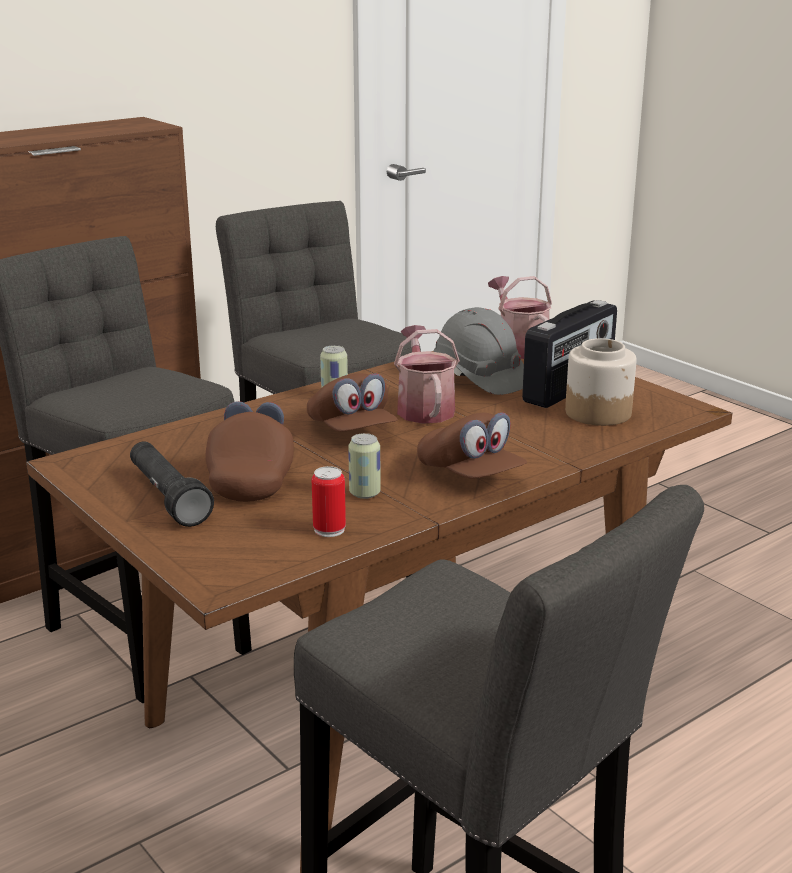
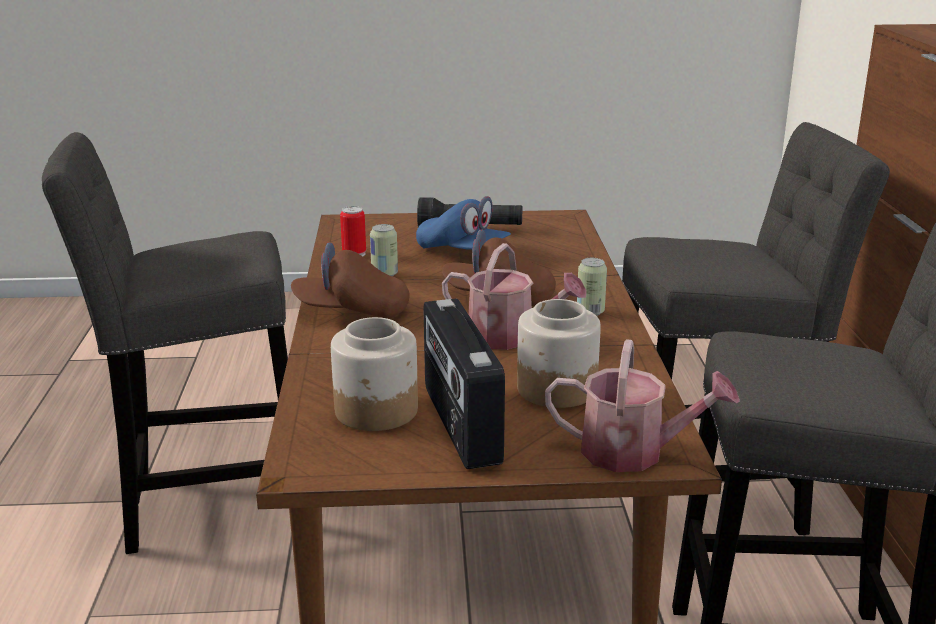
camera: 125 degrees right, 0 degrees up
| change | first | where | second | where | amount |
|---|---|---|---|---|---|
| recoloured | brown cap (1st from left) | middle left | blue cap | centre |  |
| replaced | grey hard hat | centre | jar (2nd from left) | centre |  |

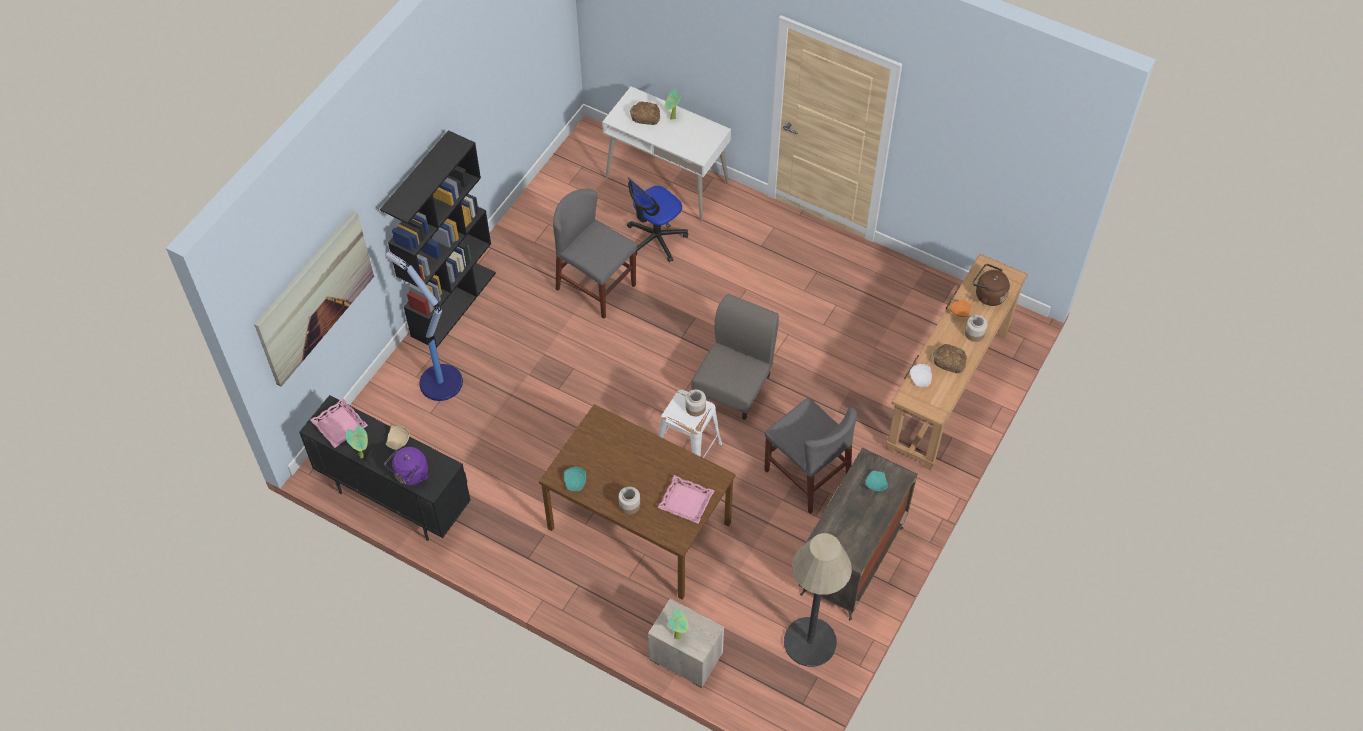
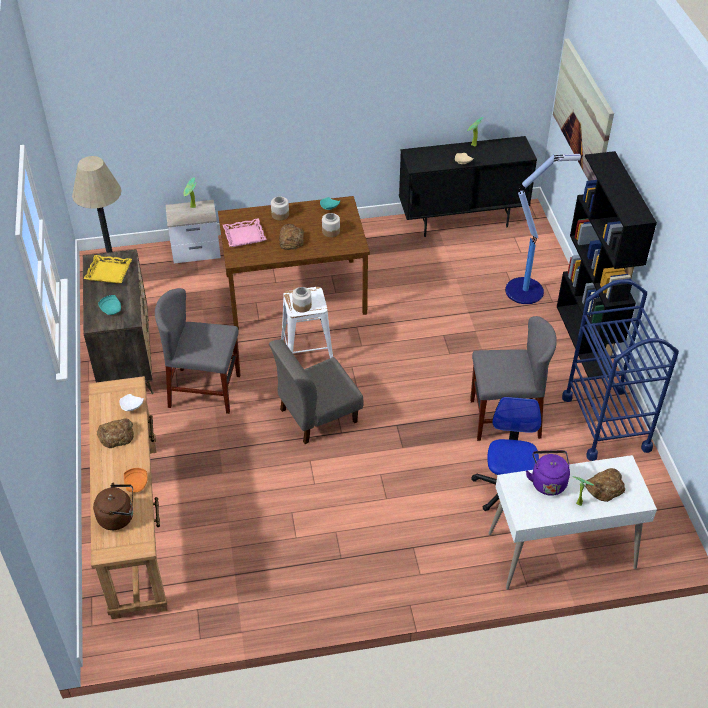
camera: 140 degrees right, 10 degrees down
| change | first | where | second | where | amount |
|---|---|---|---|---|---|
| added |  |  | yellow tray | middle left |  |
| turned | grey chair (2nd from left) | centre |  | centre | 75 degrees clockwise |
| added |  |  | bread (2nd from left) | centre |  |
| moved | jar (3rd from left) | middle right |  | top centre |  |
| moved | purple kettle | middle left |  | bottom right |  |
| added |  |  | blue cart | middle right |  |
| removed | pink tray (1st from left) | middle left |  |  |  |

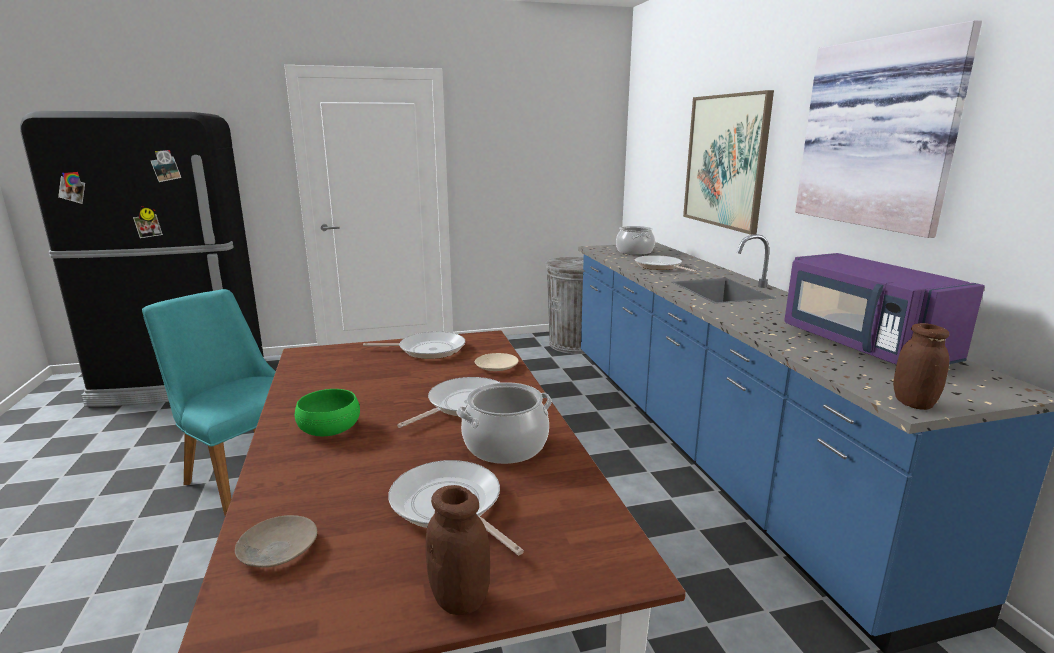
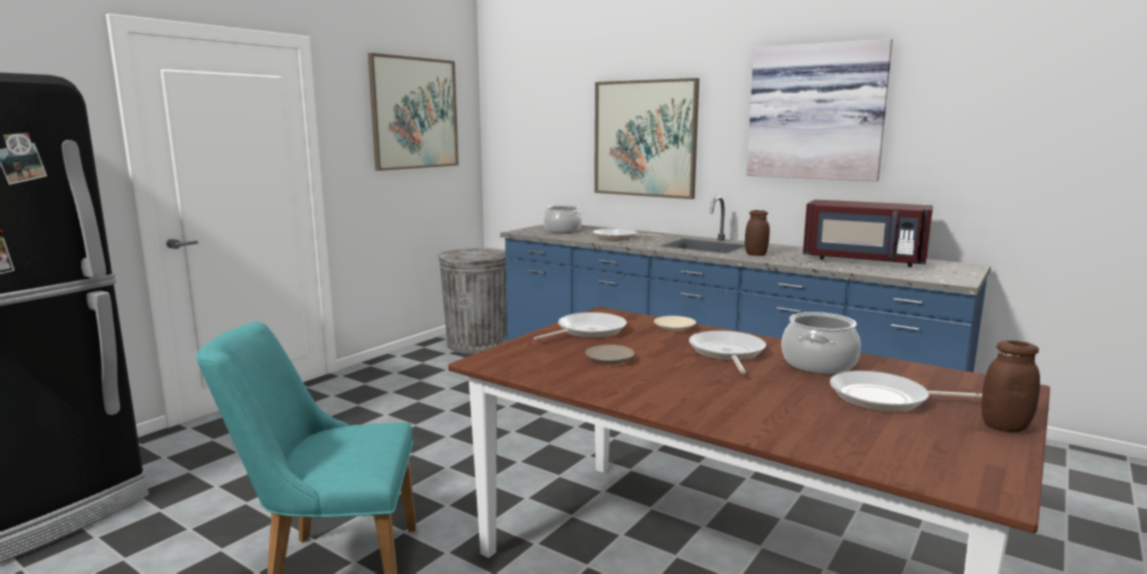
camera: 40 degrees left, 5 degrees down
| change | first | where | second | where | amount |
|---|---|---|---|---|---|
| added |  |  | picture (1st from left) | top centre |  |
| moved | beige plate (1st from left) | bottom left |  | centre |  |
| moved | brown jar (2nd from left in the first image) | middle right | brown jar (1st from left) | centre |  |
| recoloured | purple microwave | middle right | red microwave | middle right |  |
| removed | green bowl | middle left |  |  |  |

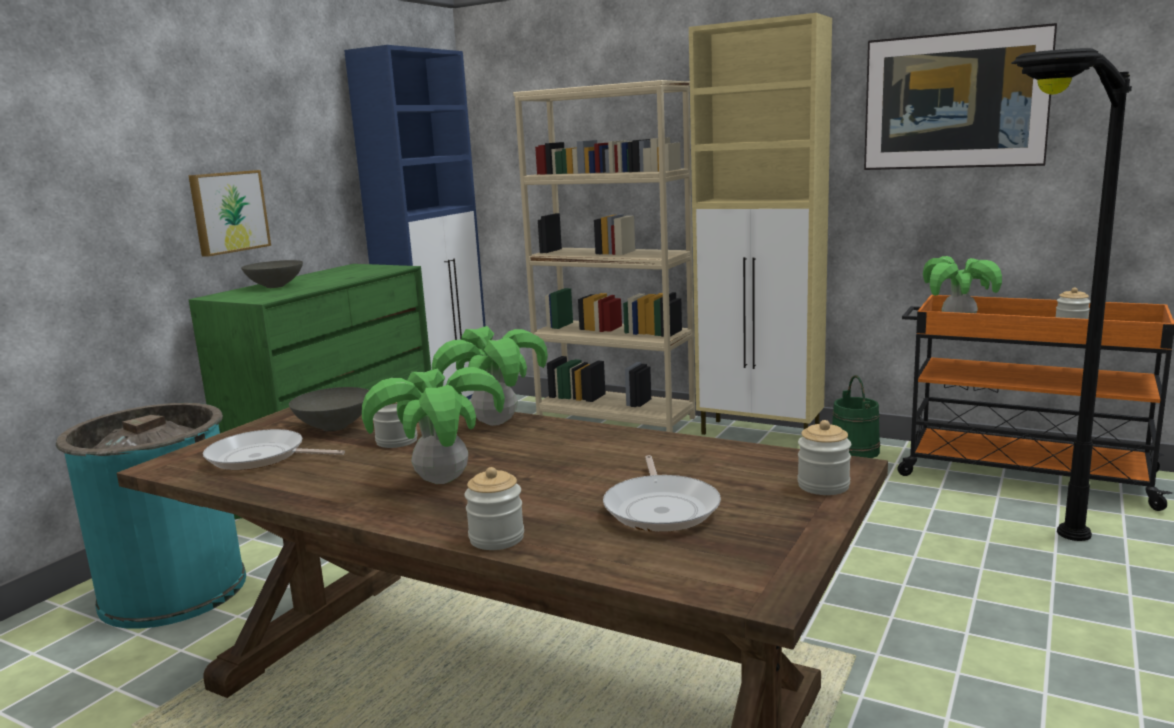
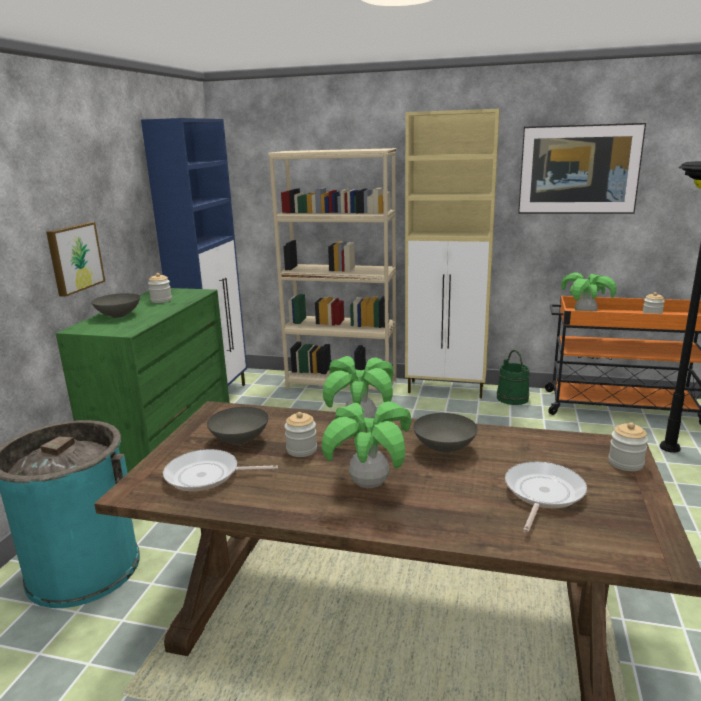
camera: 15 degrees left, 5 degrees up
| change | first | where | second | where | amount |
|---|---|---|---|---|---|
| moved | jar (2nd from left in the first image) | bottom centre | jar (1st from left) | middle left |  |
| added |  |  | grey bowl (3rd from left) | centre |  |
| turned | frying pan (2nd from left) | bottom centre |  | bottom right | 135 degrees counterclockwise |

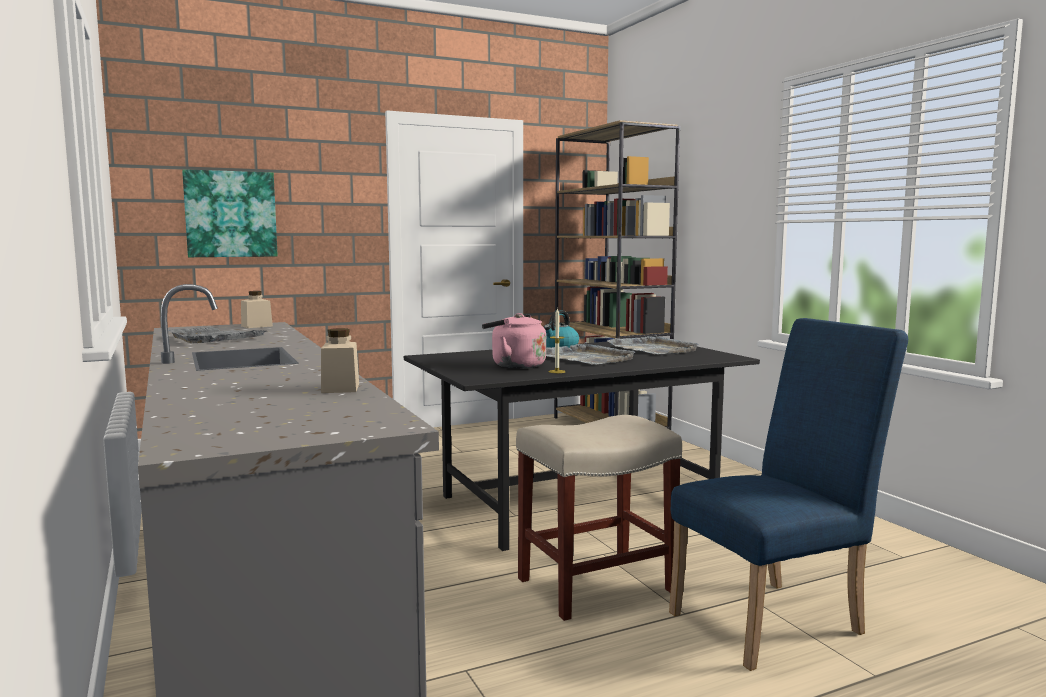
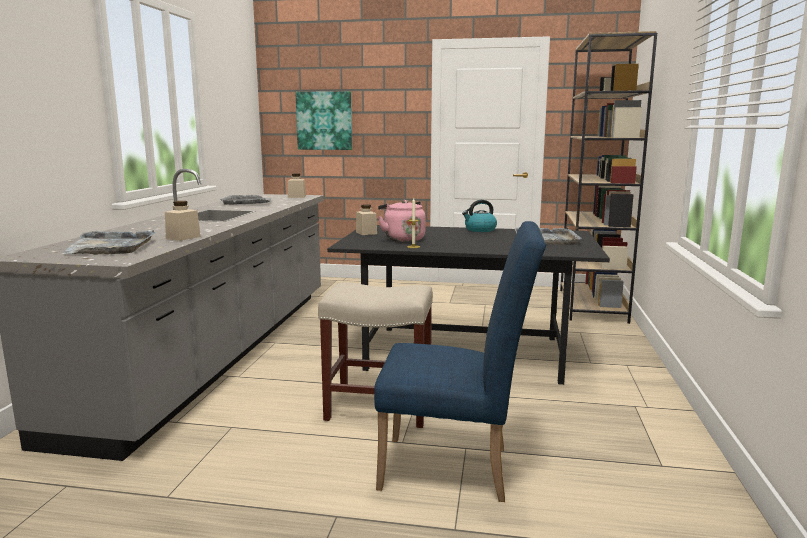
camera: 35 degrees right, 5 degrees up
| change | first | where | second | where | amount |
|---|---|---|---|---|---|
| moved | grey tray (2nd from left in the first image) | centre | grey tray (1st from left) | middle left |  |
| added |  |  | beige jar (3rd from left) | centre |  |

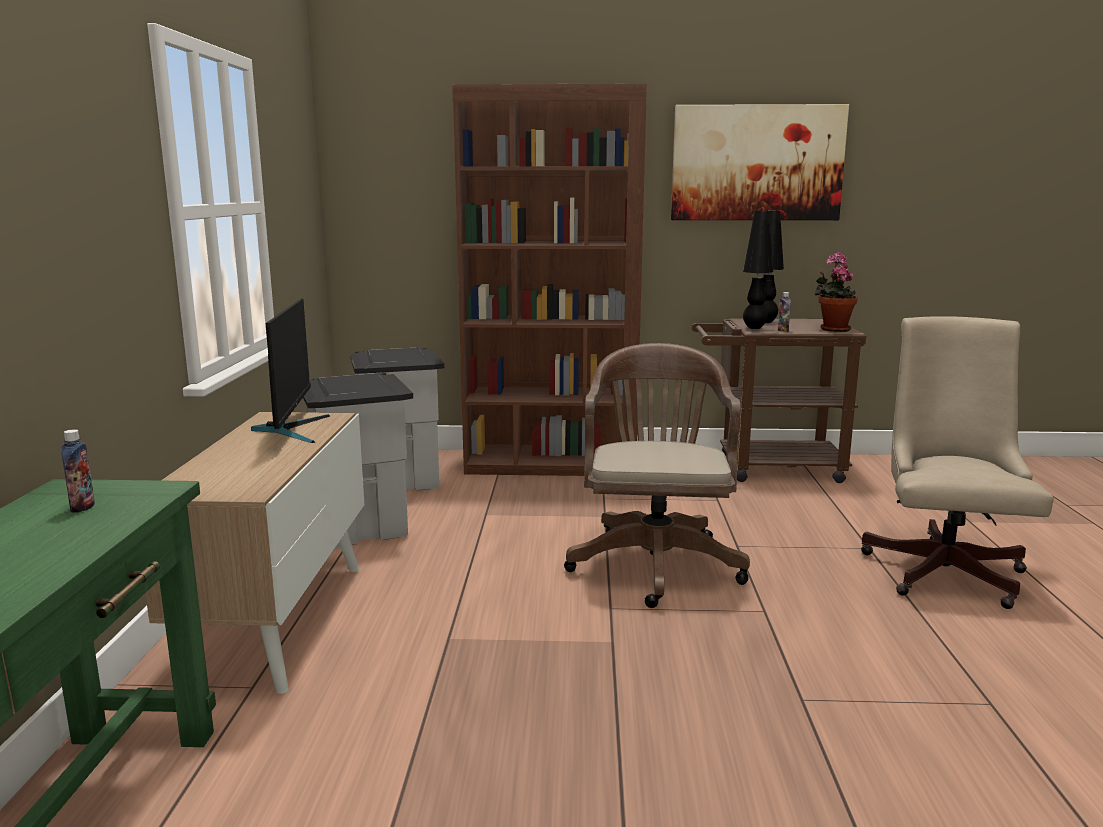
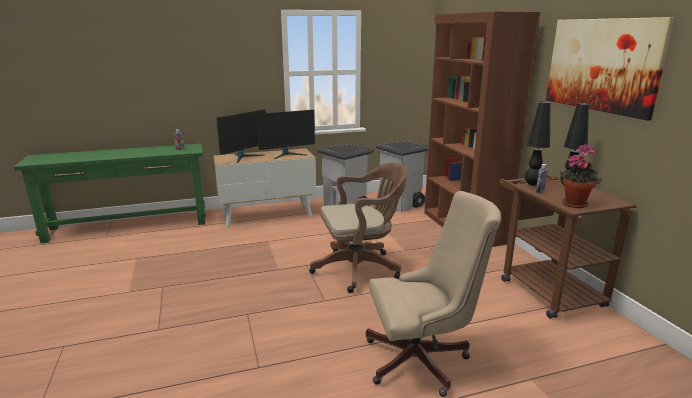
camera: 70 degrees right, 5 degrees up
| change | first | where | second | where | amount |
|---|---|---|---|---|---|
| added |  |  | monitor (1st from left) | centre |  |

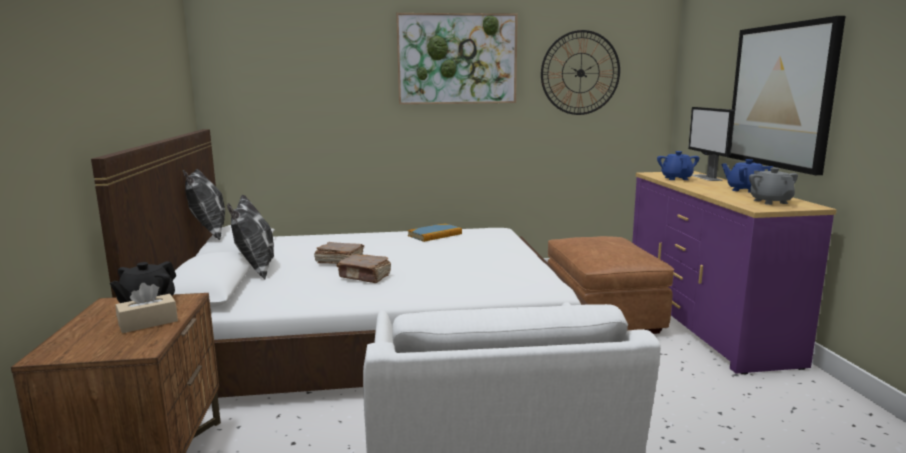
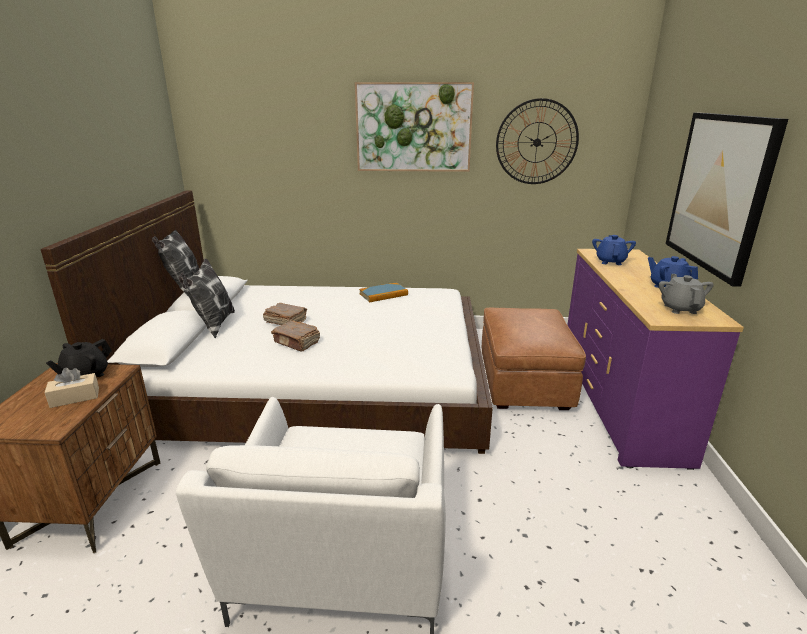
camera: 10 degrees right, 10 degrees up
| change | first | where | second | where | amount |
|---|---|---|---|---|---|
| removed | monitor | top right |  |  |  |

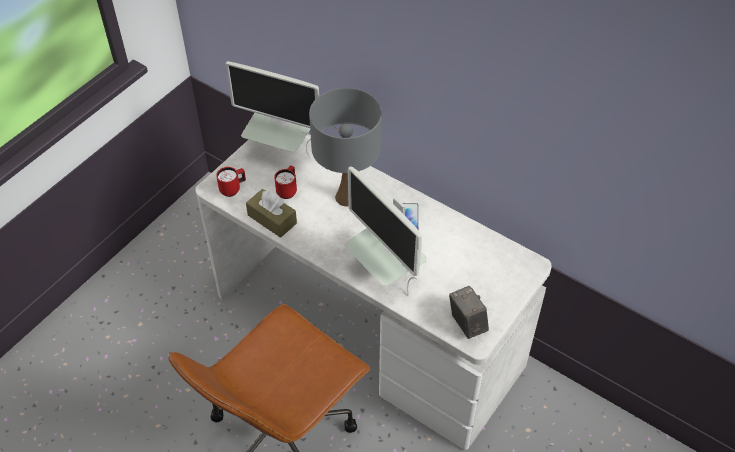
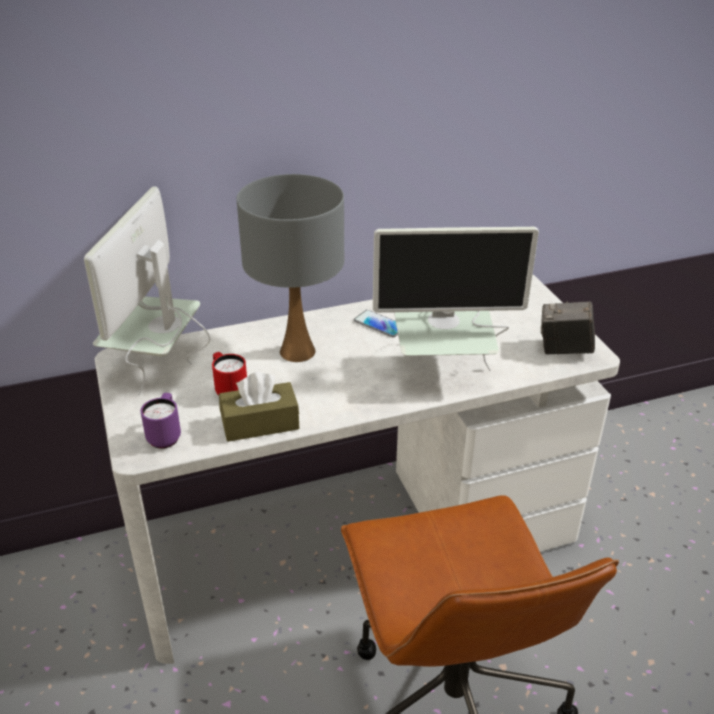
camera: 55 degrees left, 15 degrees down
| change | first | where | second | where | amount |
|---|---|---|---|---|---|
| turned | monitor (1st from left) | top centre |  | middle left | 135 degrees clockwise |
| recoloured | red mug (1st from left) | middle left | purple mug | middle left |  |

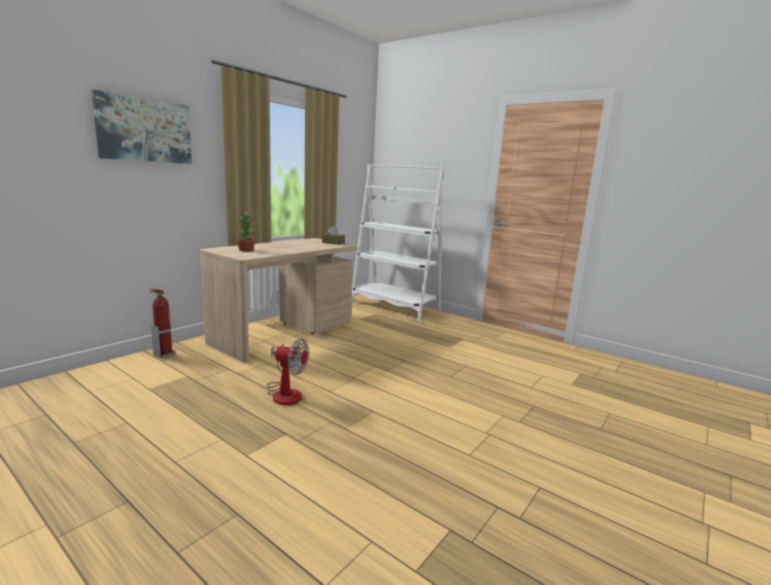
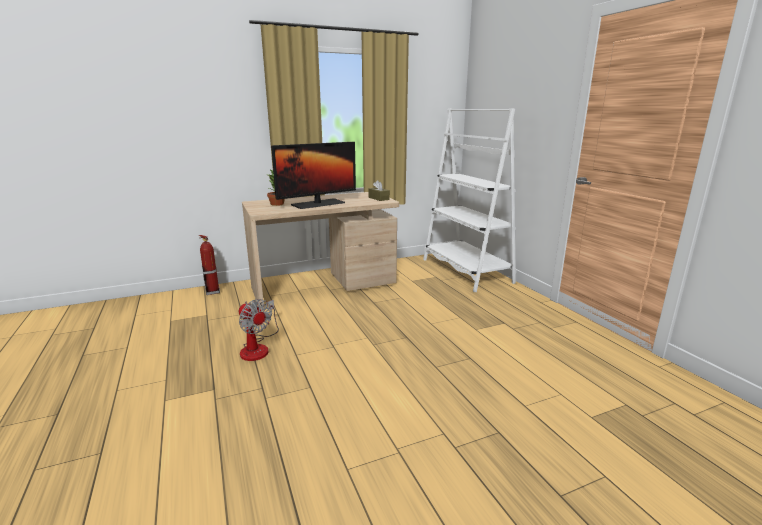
camera: 30 degrees right, 5 degrees up
| change | first | where | second | where | amount |
|---|---|---|---|---|---|
| added |  |  | monitor | centre |  |
| removed | picture | top left |  |  |  |

